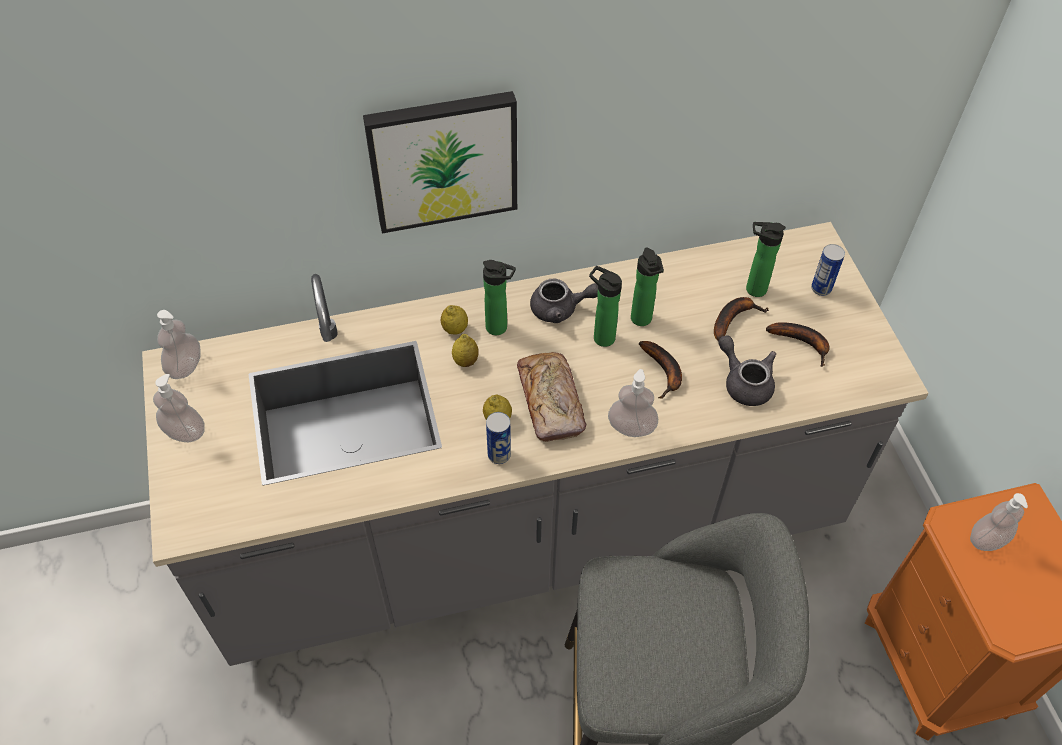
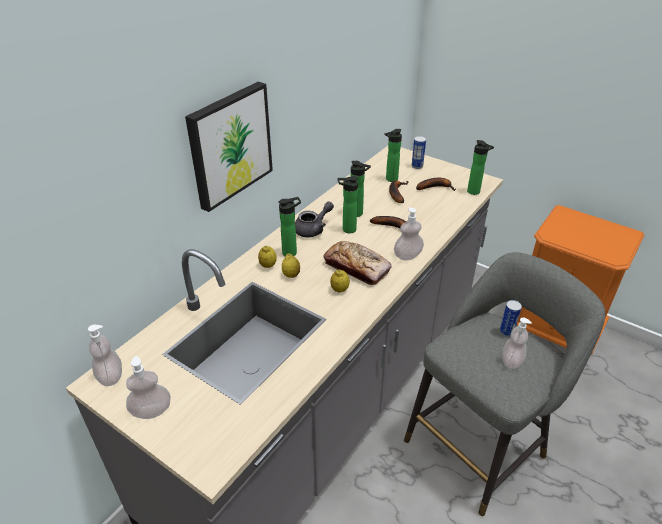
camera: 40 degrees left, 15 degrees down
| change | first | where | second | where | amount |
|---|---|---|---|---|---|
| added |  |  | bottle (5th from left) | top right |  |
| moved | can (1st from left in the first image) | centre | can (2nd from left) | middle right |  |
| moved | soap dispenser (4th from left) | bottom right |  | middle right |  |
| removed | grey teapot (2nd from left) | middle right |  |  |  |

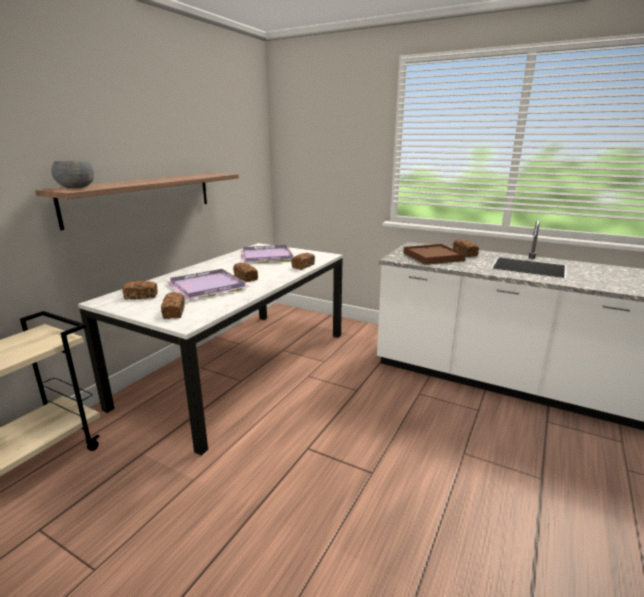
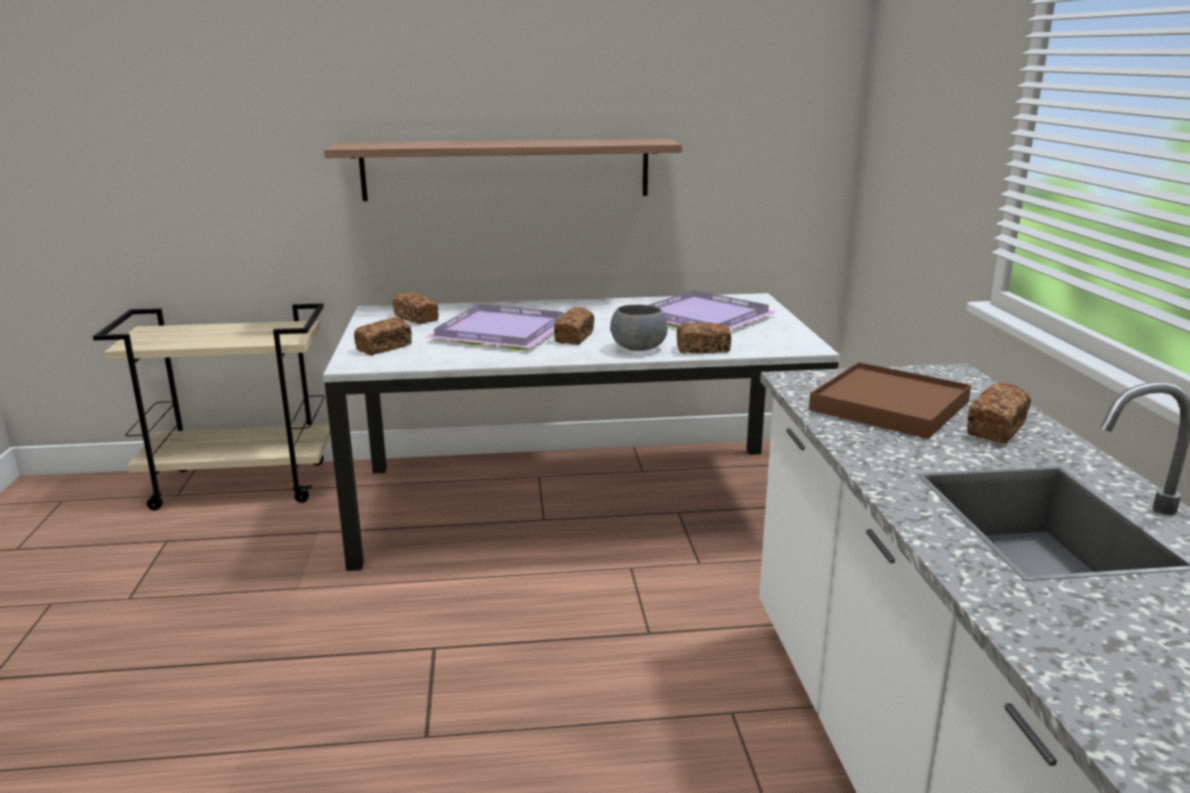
camera: 55 degrees right, 0 degrees up
| change | first | where | second | where | amount |
|---|---|---|---|---|---|
| moved | grey bowl | top left |  | centre |  |

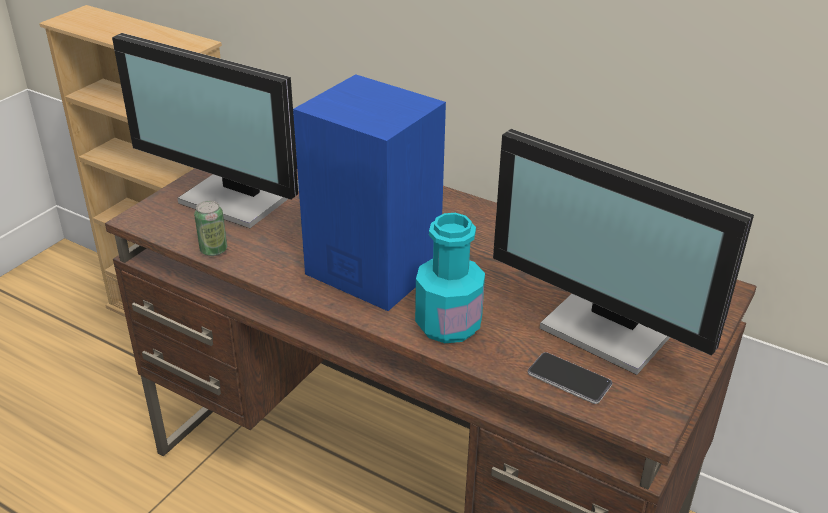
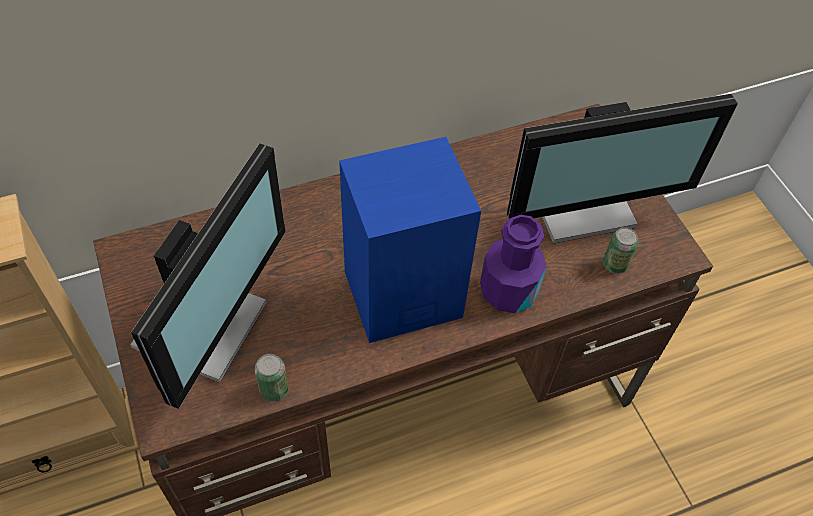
camera: 55 degrees left, 20 degrees up
| change | first | where | second | where | amount |
|---|---|---|---|---|---|
| turned | monitor (1st from left) | top left |  | middle left | 45 degrees counterclockwise |
| recoloured | turquoise bottle | centre | purple bottle | centre |  |
| replaced | phone | bottom right | can (2nd from left) | middle right |  |

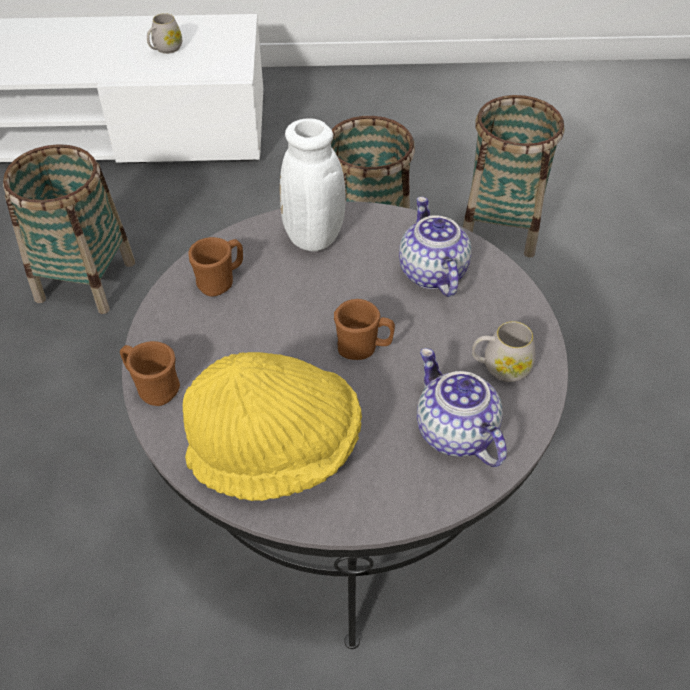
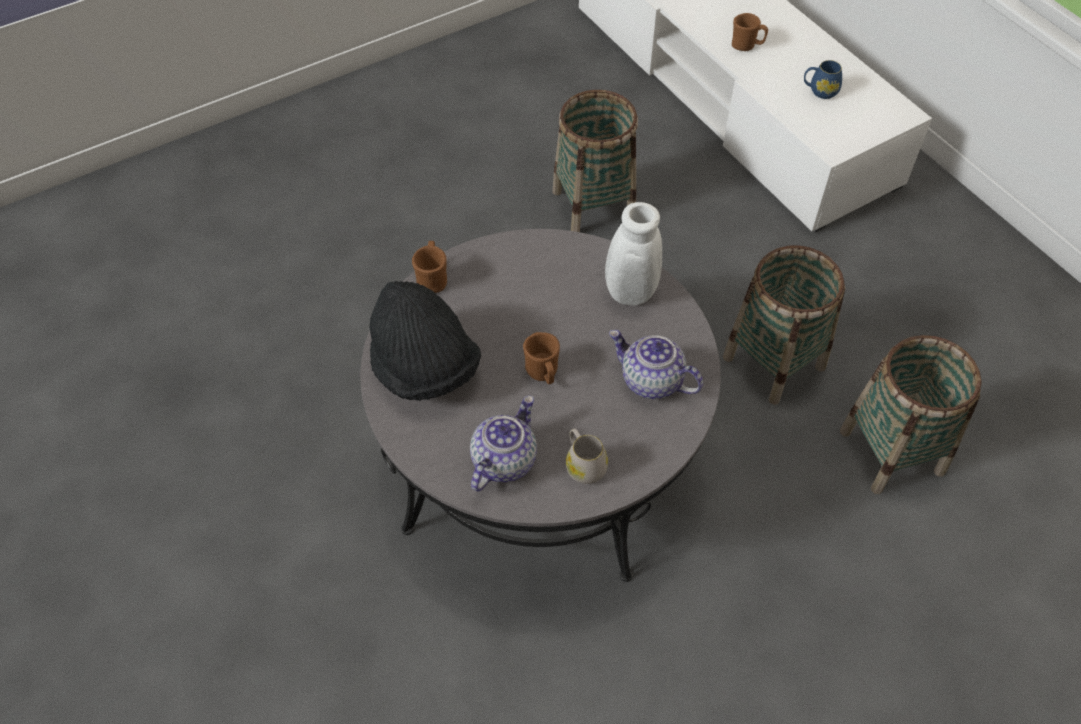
camera: 60 degrees right, 5 degrees up
| change | first | where | second | where | amount |
|---|---|---|---|---|---|
| recoloured | yellow hat | centre | black hat | centre |  |
| turned | teapot (1st from left in the first image) | centre | teapot (2nd from left) | centre | 105 degrees counterclockwise |
| moved | brown mug (2nd from left in the first image) | middle left | brown mug (3rd from left) | top right |  |
| recoloured | white mug (1st from left) | top left | blue mug | top right |  |

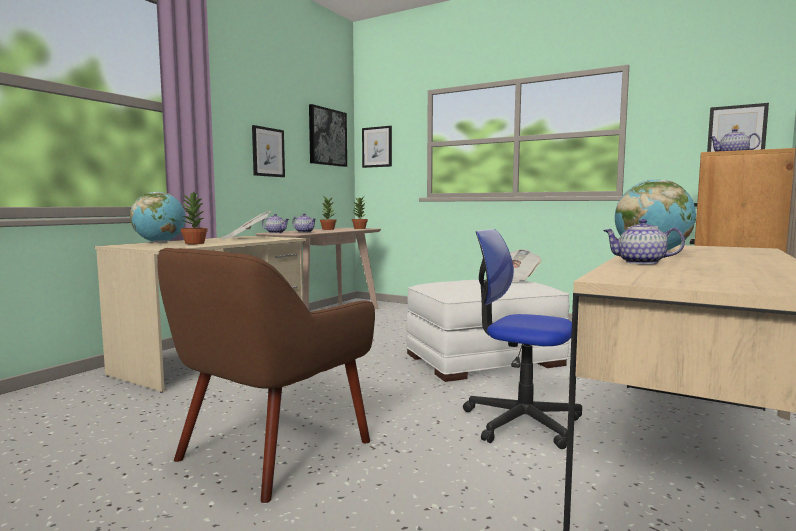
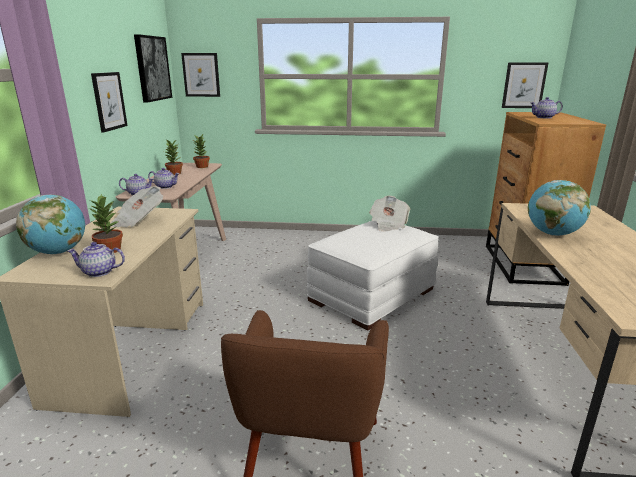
camera: 25 degrees left, 15 degrees up
| change | first | where | second | where | amount |
|---|---|---|---|---|---|
| moved | teapot (3rd from left in the first image) | middle right | teapot (1st from left) | middle left |  |
| removed | office chair | centre |  |  |  |

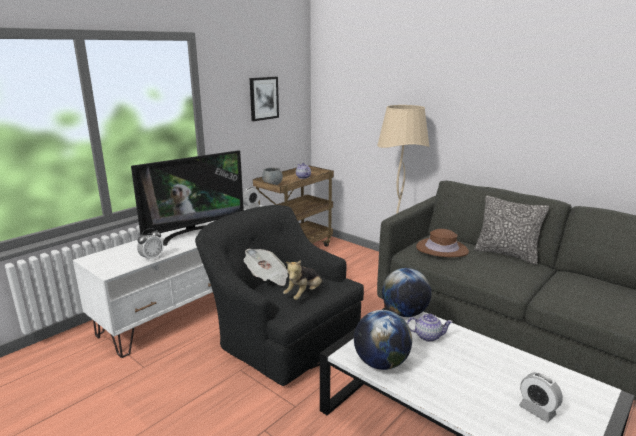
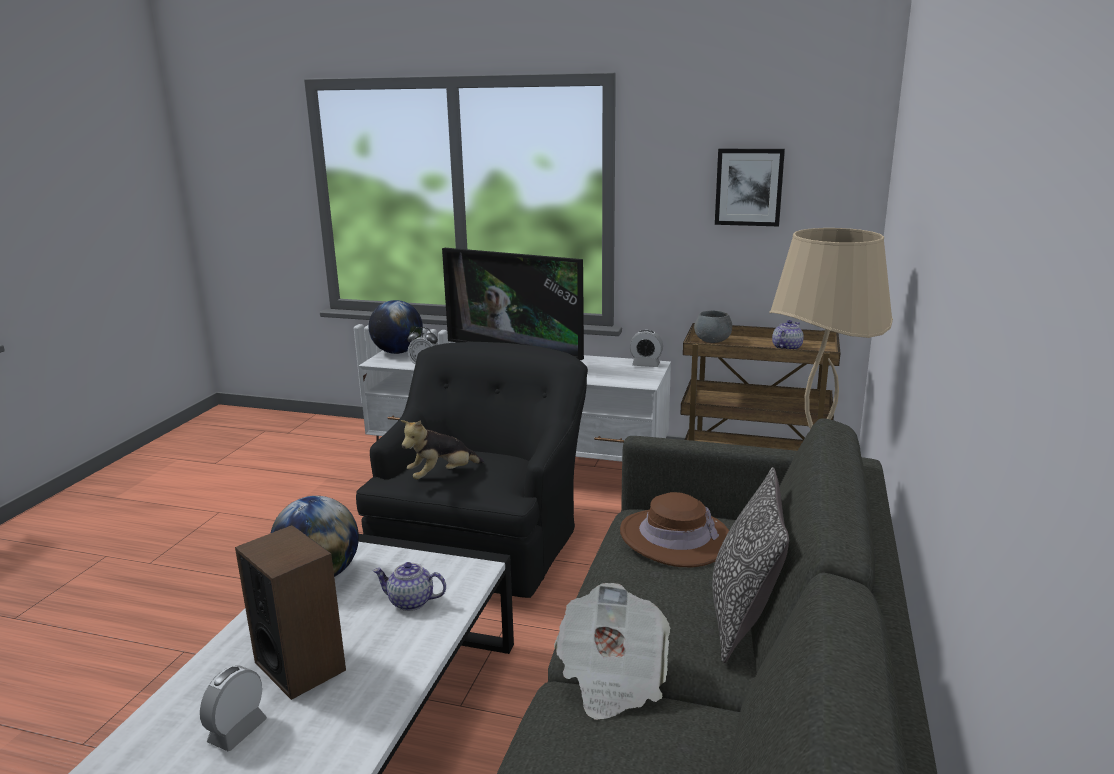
camera: 65 degrees right, 0 degrees up
| change | first | where | second | where | amount |
|---|---|---|---|---|---|
| added |  |  | speaker | bottom left |  |
| moved | globe (2nd from left) | bottom centre |  | centre |  |
| turned | teapot (2nd from left in the first image) | bottom right | teapot (1st from left) | bottom centre | 120 degrees clockwise |
| turned | plush toy | centre |  | centre | 45 degrees counterclockwise |
| moved | newspaper | centre |  | bottom centre |  |

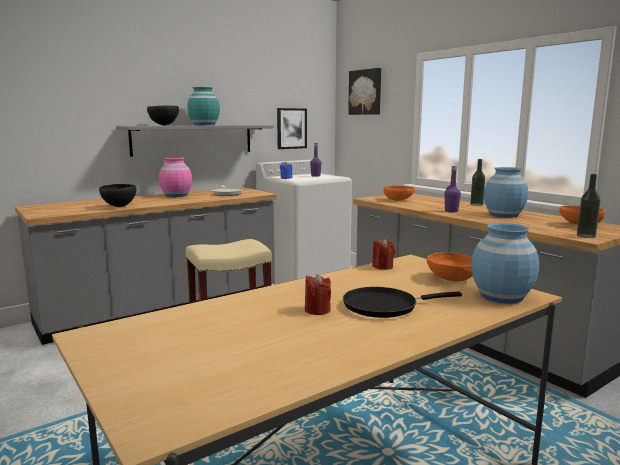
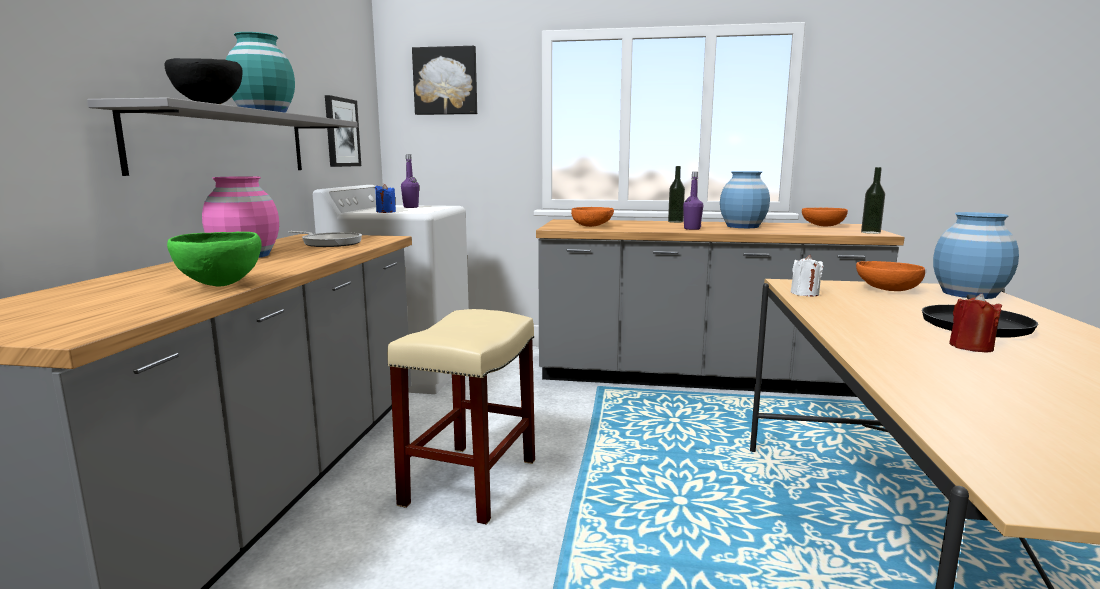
camera: 45 degrees left, 0 degrees up
| change | first | where | second | where | amount |
|---|---|---|---|---|---|
| recoloured | black bowl (1st from left) | middle left | green bowl | middle left |  |
| recoloured | red candle (2nd from left) | centre | white candle | middle right |  |

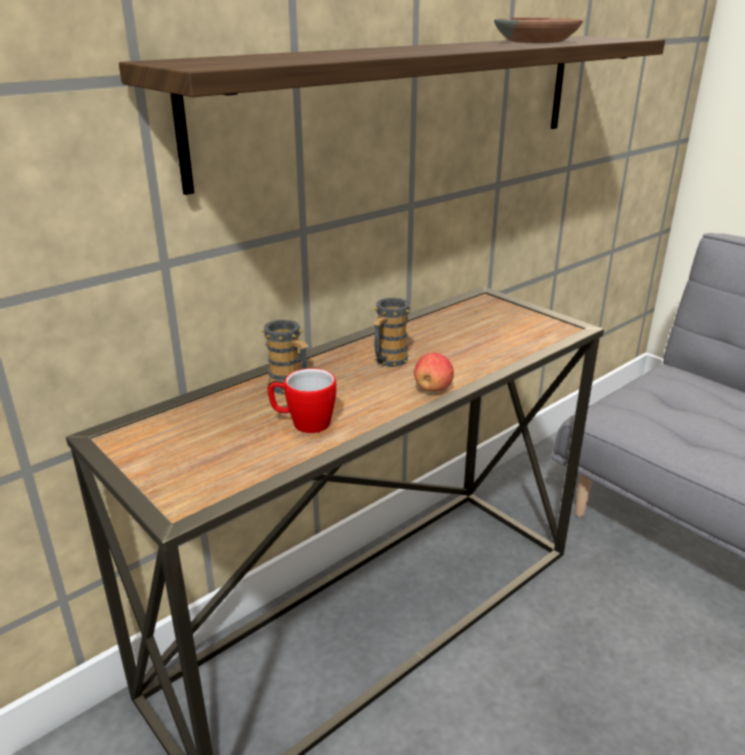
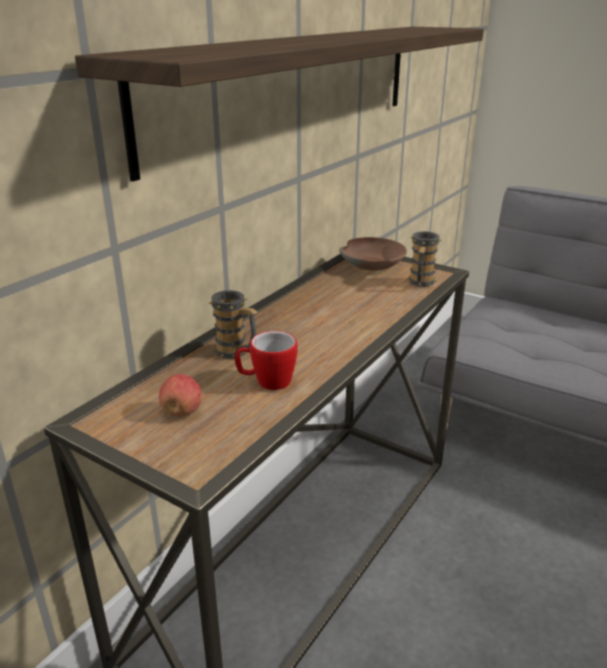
camera: 15 degrees left, 0 degrees up
| change | first | where | second | where | amount |
|---|---|---|---|---|---|
| moved | apple | centre |  | middle left |  |
| moved | brown bowl | top right |  | centre |  |
| moved | mug (3rd from left) | centre |  | middle right |  |

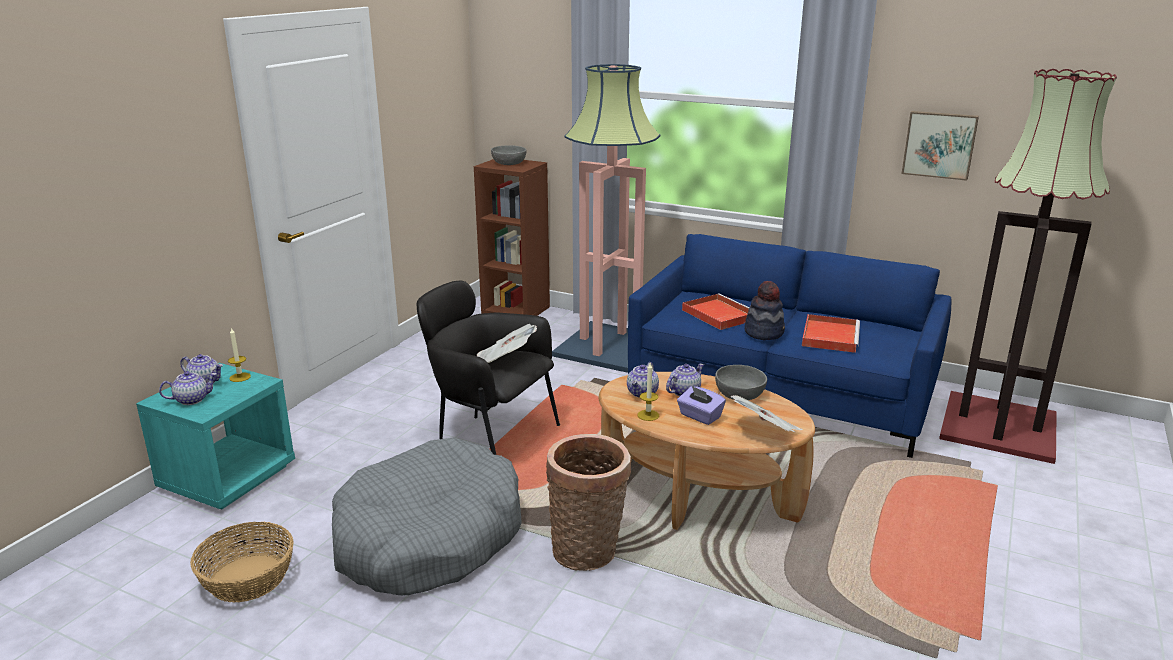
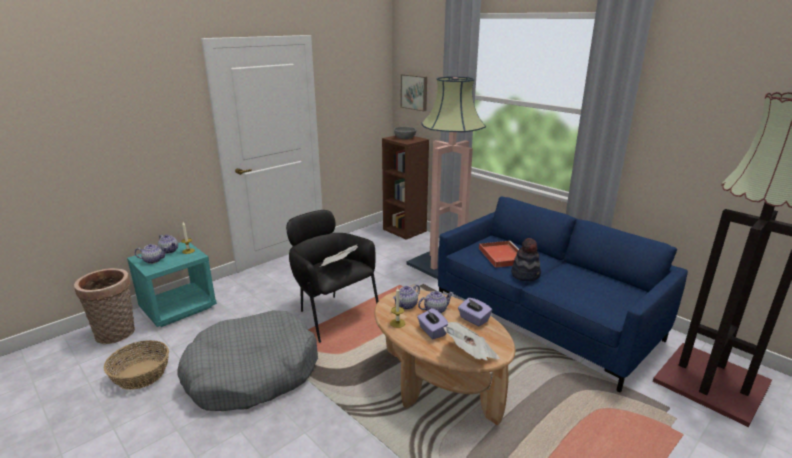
camera: 20 degrees right, 0 degrees up
| change | first | where | second | where | amount |
|---|---|---|---|---|---|
| moved | basket (2nd from left in the first image) | bottom centre | basket (1st from left) | bottom left |  |
| moved | picture | top right |  | top centre |  |
| replaced | grey bowl (2nd from left) | centre | purple tissue box (2nd from left) | bottom centre |  |
| removed | red tray (2nd from left) | middle right |  |  |  |

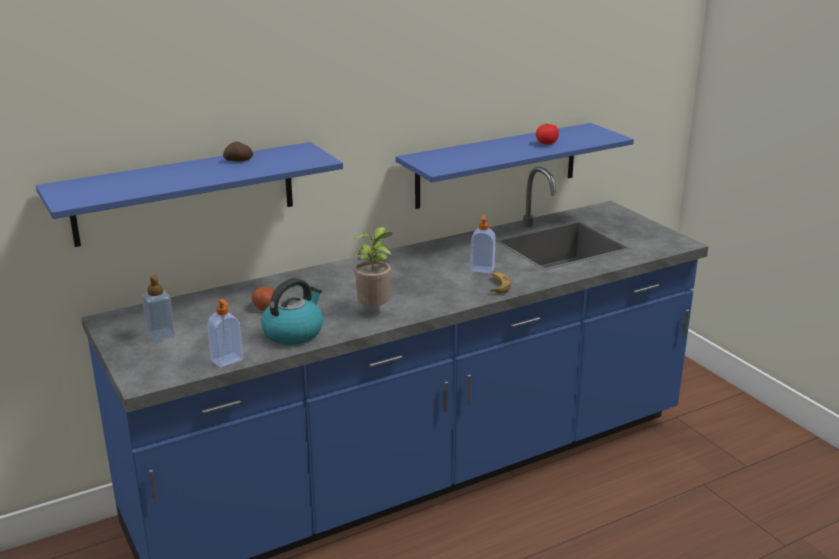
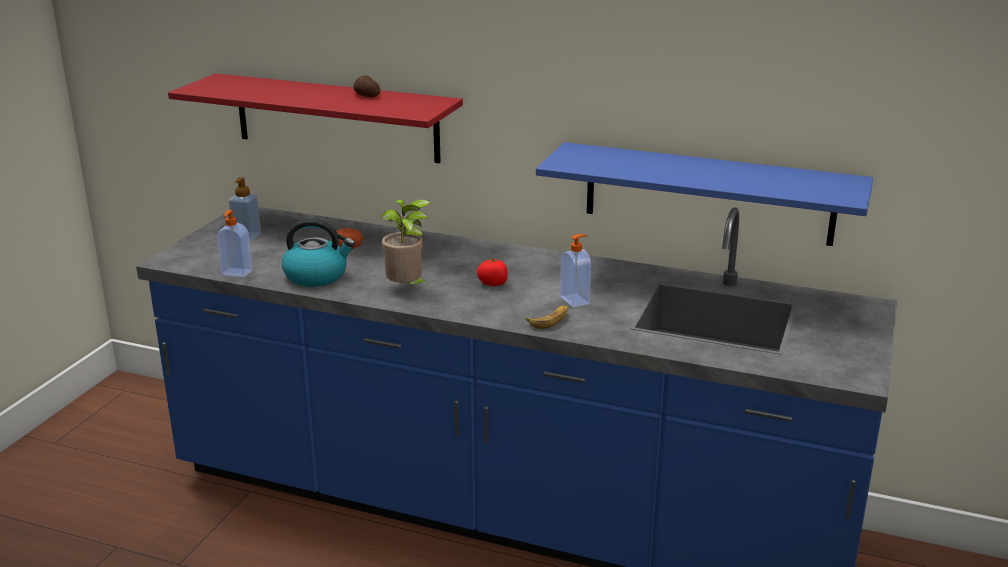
camera: 50 degrees right, 0 degrees up
| change | first | where | second | where | amount |
|---|---|---|---|---|---|
| recoloured | blue shelf (1st from left) | middle left | red shelf | top left |  |
| moved | tomato | top centre |  | centre |  |

